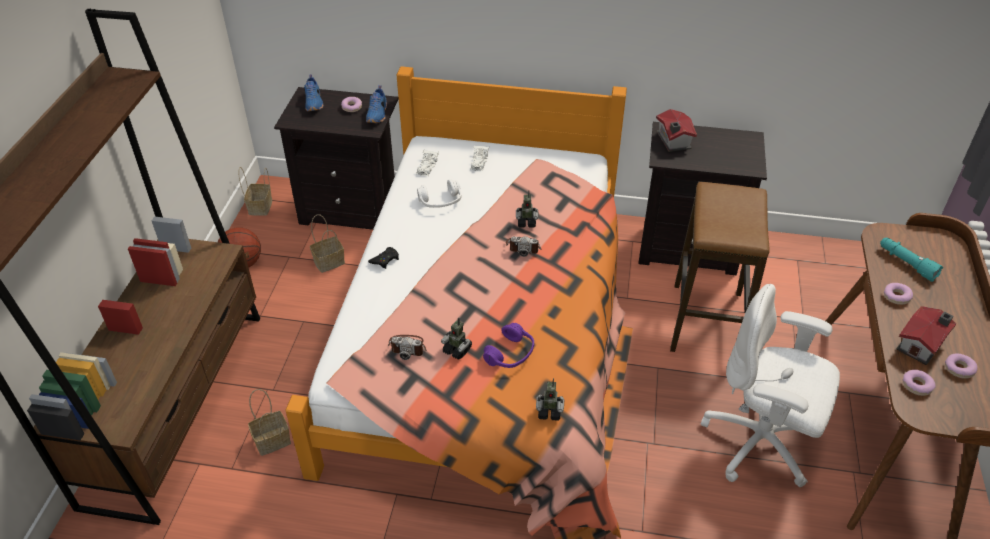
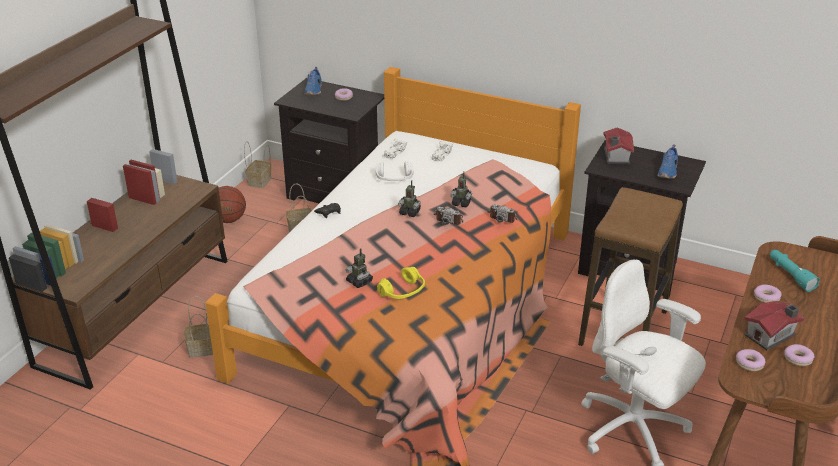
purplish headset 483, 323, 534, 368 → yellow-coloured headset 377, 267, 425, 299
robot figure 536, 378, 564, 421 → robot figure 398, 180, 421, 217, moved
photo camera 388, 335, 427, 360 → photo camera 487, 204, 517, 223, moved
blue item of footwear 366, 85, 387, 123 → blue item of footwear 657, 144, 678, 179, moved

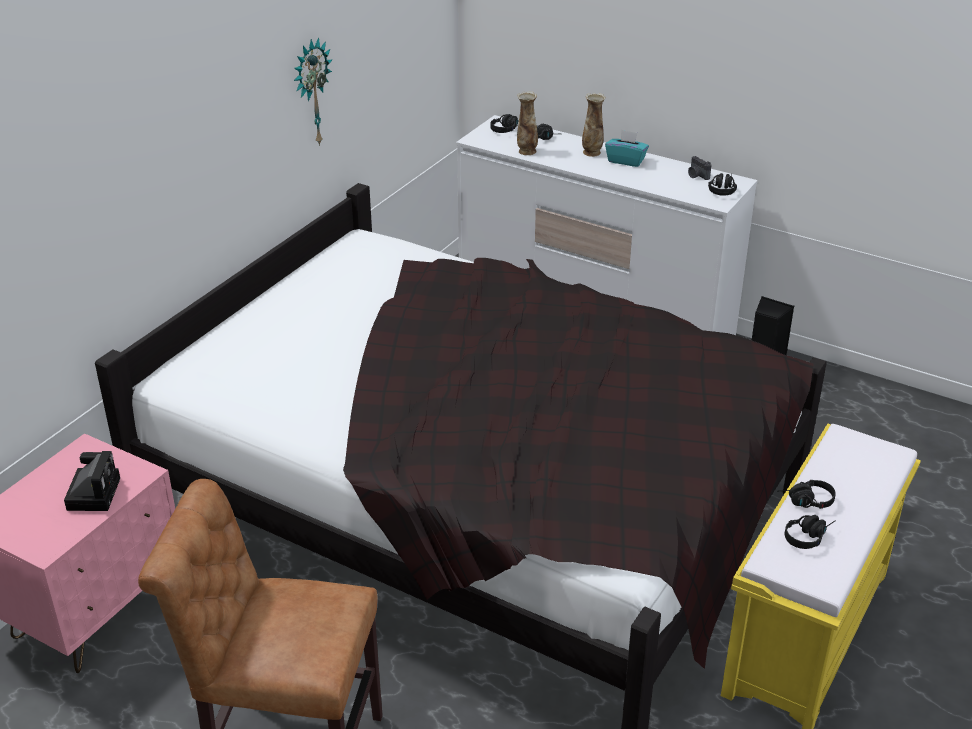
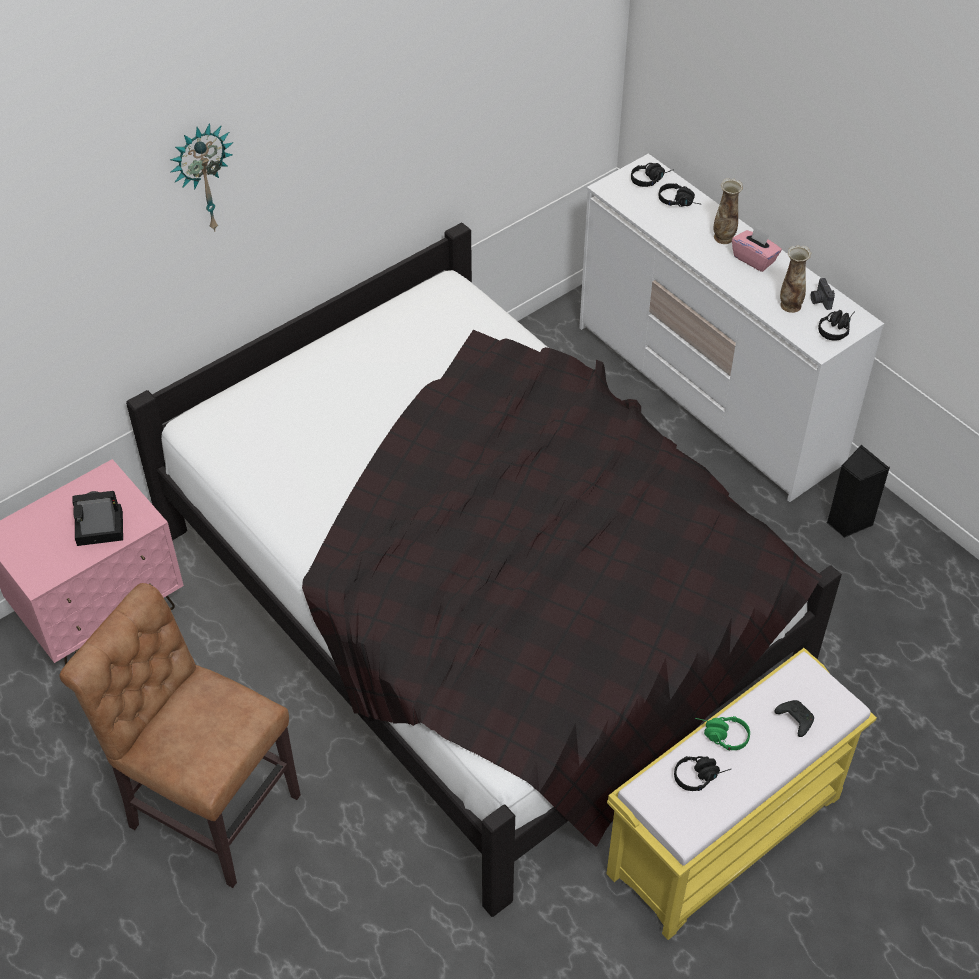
photo camera 64, 451, 120, 511 → photo camera 72, 491, 123, 546, 120 degrees counterclockwise
hanging clock 294, 38, 332, 146 → hanging clock 170, 123, 233, 232, moved
black-coloured headset 780, 480, 836, 509 → green headset 695, 716, 750, 750
turquoise tissue holder 605, 130, 649, 167 → pink-coloured tissue holder 732, 227, 782, 272
- → black-coloured gamepad 775, 700, 814, 737
decorative vase 517, 91, 538, 155 → decorative vase 780, 245, 811, 313, moved

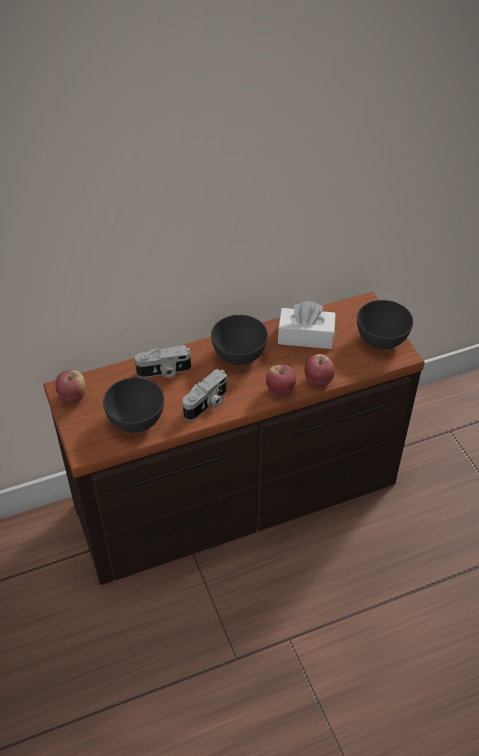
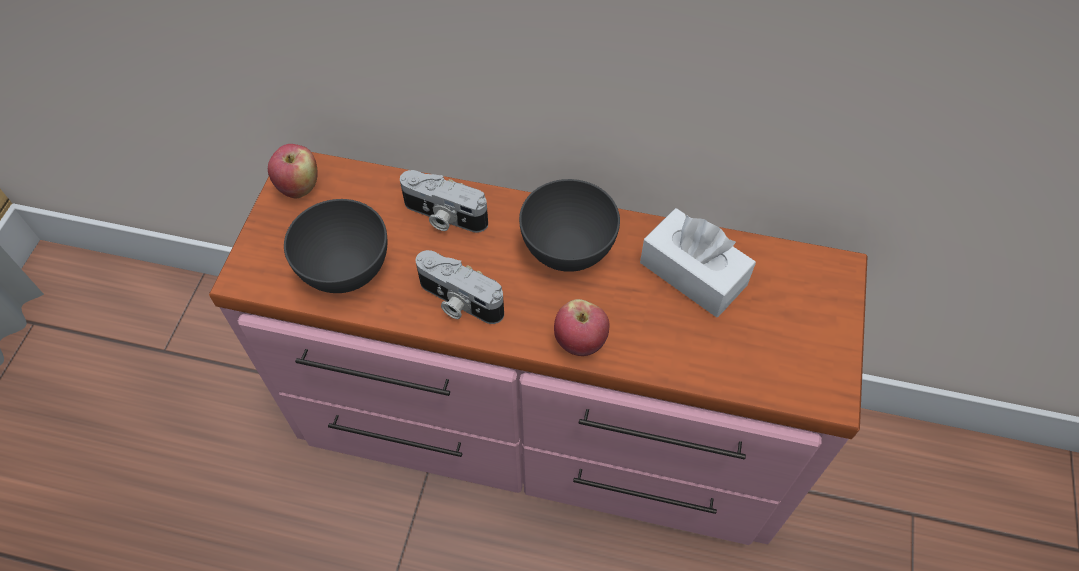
brown chest of drawers 43, 291, 425, 585 → pink-coloured chest of drawers 209, 152, 868, 545
photo camera 183, 369, 227, 421 → photo camera 416, 250, 504, 324, 45 degrees clockwise
apple fruit 304, 354, 335, 387 → -
grey deep dish 357, 300, 413, 349 → -

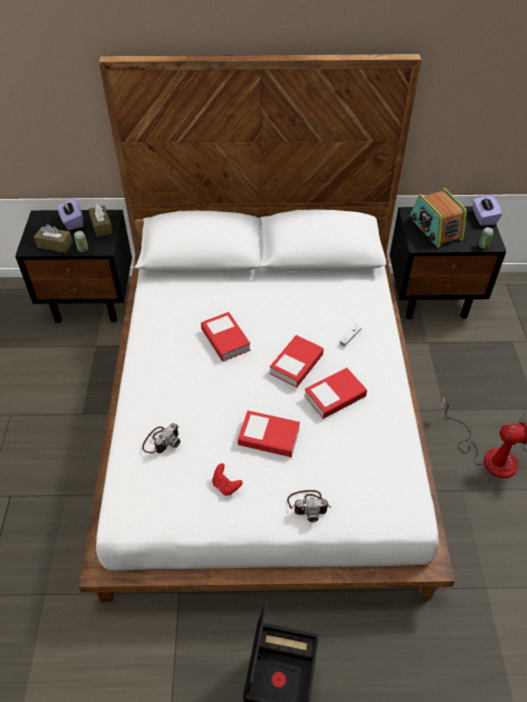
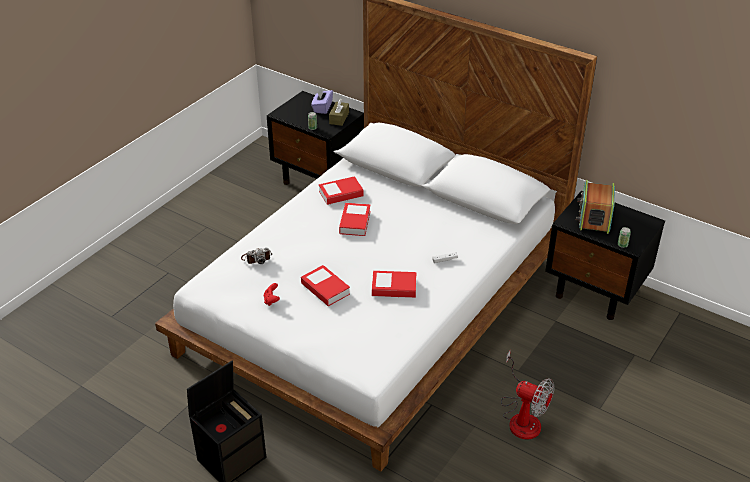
bound book 269, 335, 324, 387 → bound book 319, 176, 364, 205, moved
brown tissue holder 34, 224, 73, 253 → -
photo camera 287, 490, 330, 522 → -
purplish tissue holder 473, 194, 502, 226 → -

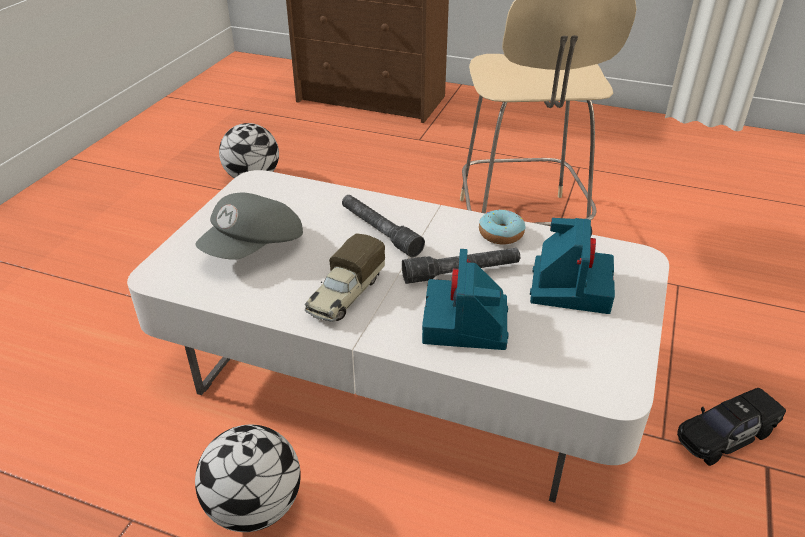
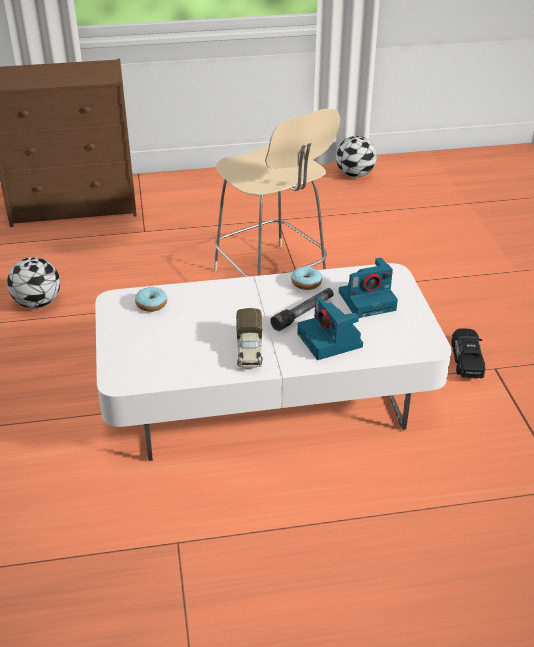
- → donut 135, 287, 167, 312
ball for football 195, 425, 301, 532 → ball for football 336, 136, 377, 177, moved
photo camera 530, 218, 615, 314 → photo camera 339, 258, 398, 318, 90 degrees clockwise
black-coloured miniature car 677, 388, 786, 466 → black-coloured miniature car 451, 328, 485, 378, 150 degrees clockwise
grey baseball cap 196, 193, 303, 260 → -
grey hand torch 342, 195, 425, 257 → -

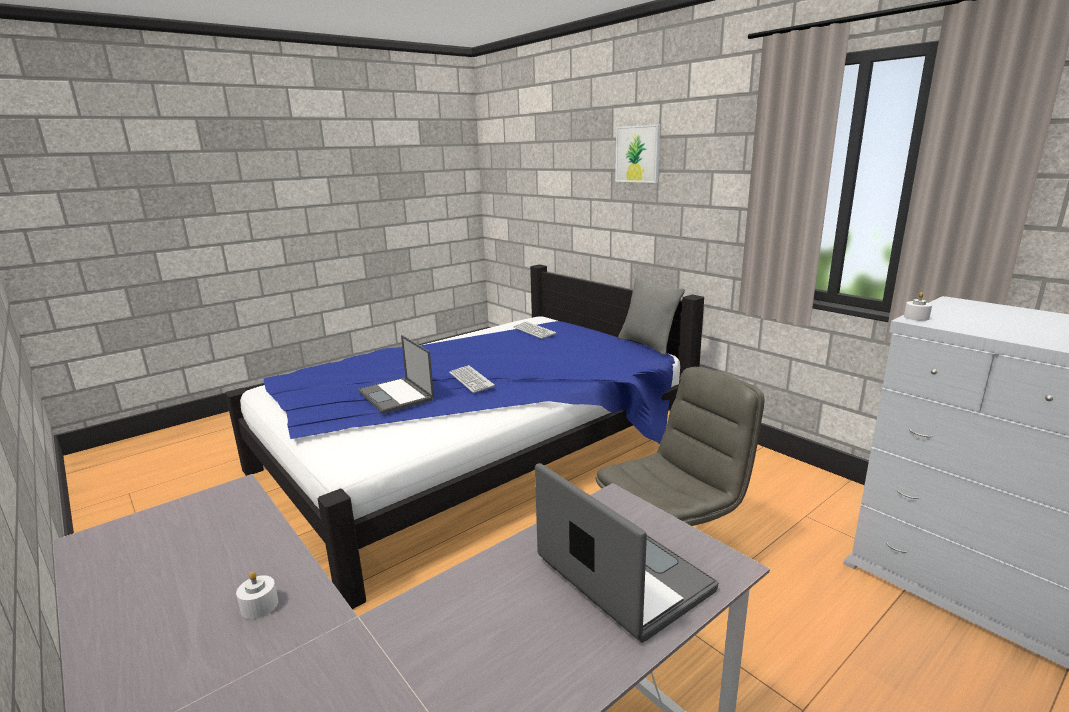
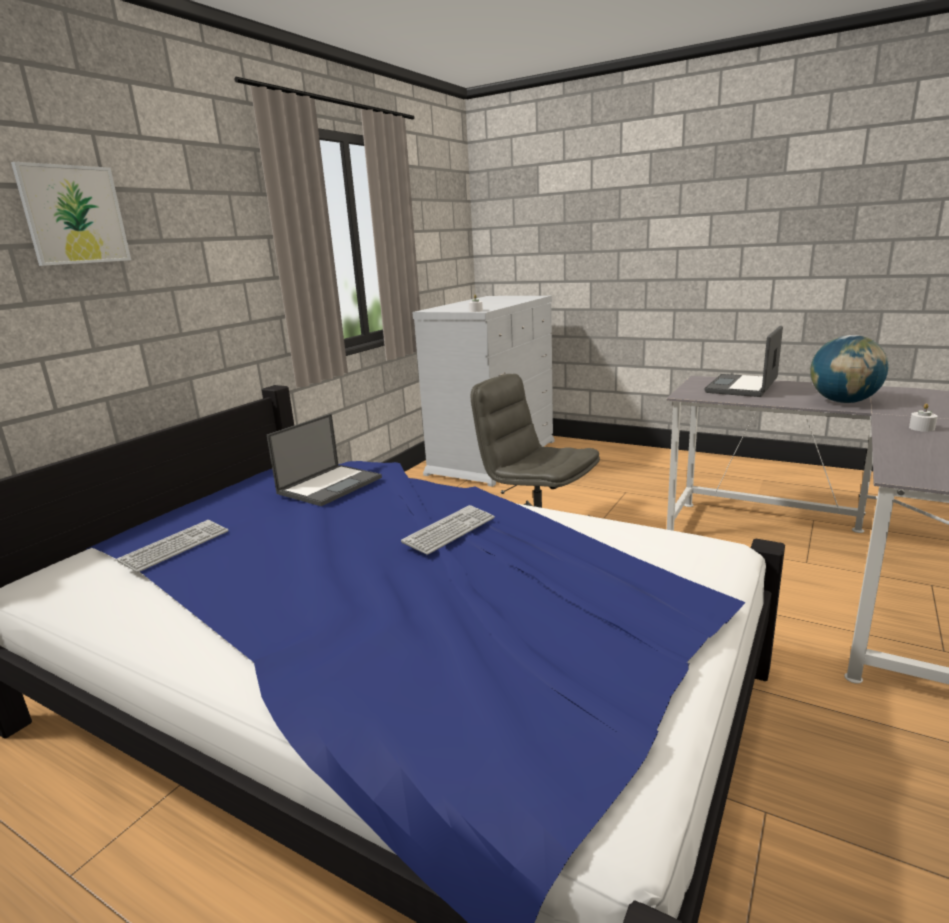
notebook computer 358, 335, 434, 414 → notebook computer 267, 414, 382, 506, moved
- → desk globe 810, 335, 889, 403
grey throw pillow 618, 278, 685, 355 → -

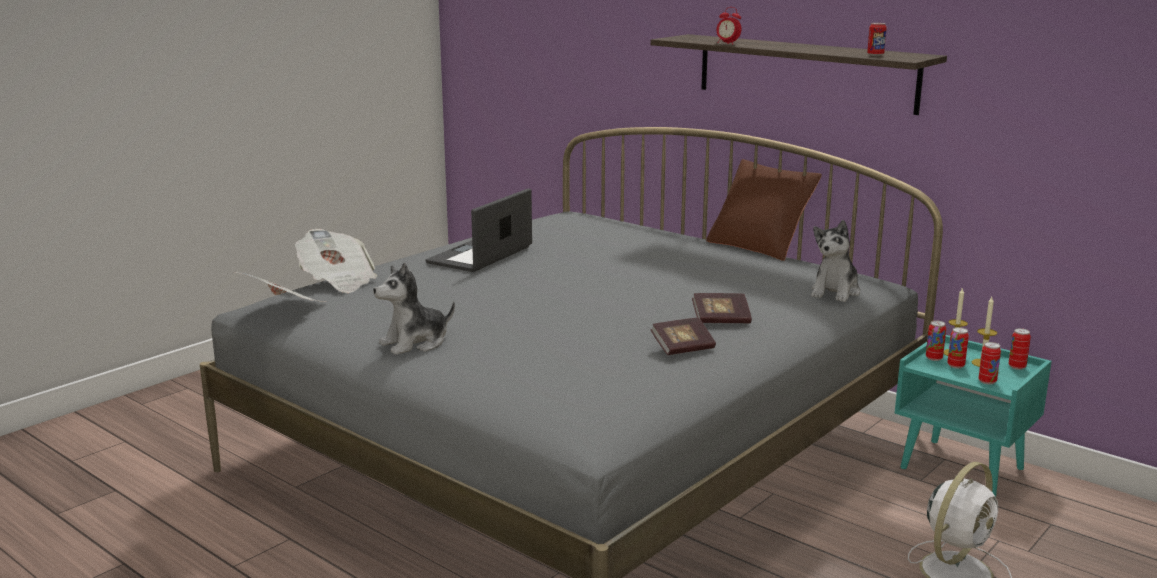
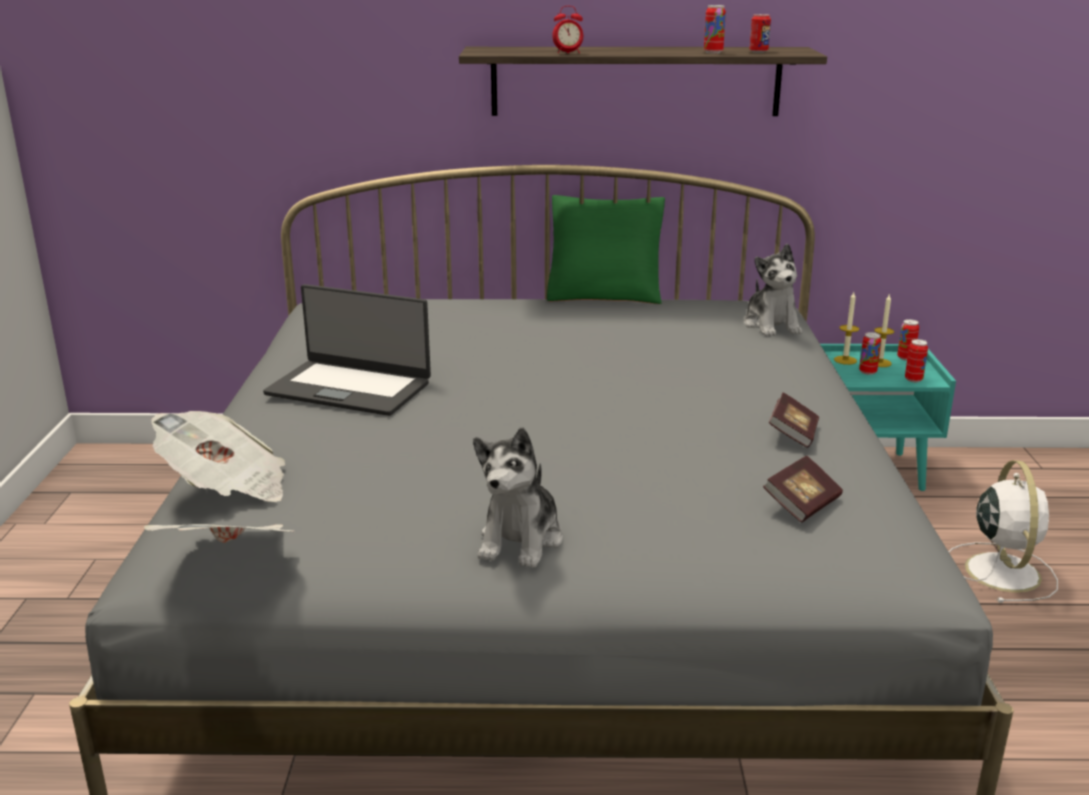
notebook computer 426, 188, 532, 272 → notebook computer 263, 284, 431, 416, 60 degrees counterclockwise
brown throw pillow 706, 159, 822, 261 → green throw pillow 547, 195, 665, 304
metal can 926, 320, 946, 361 → metal can 704, 5, 726, 54, moved
bound book 692, 293, 752, 323 → bound book 763, 455, 843, 522, moved

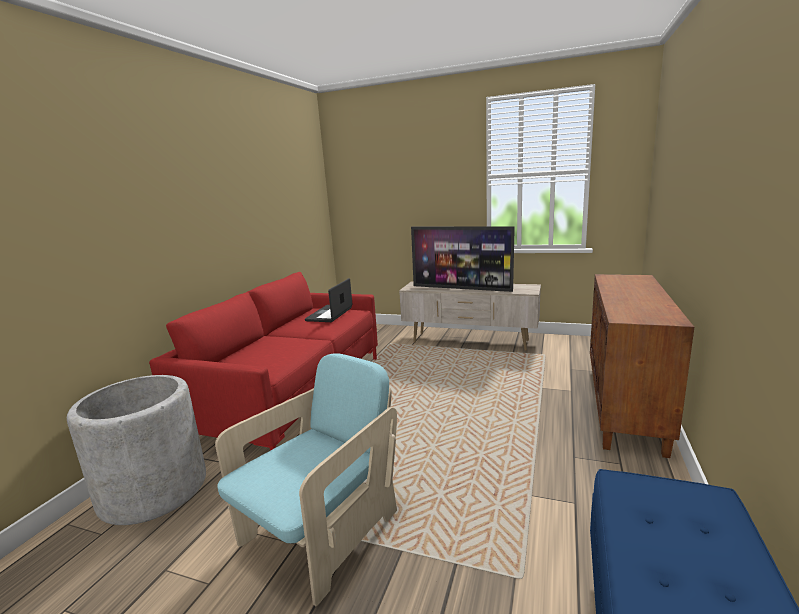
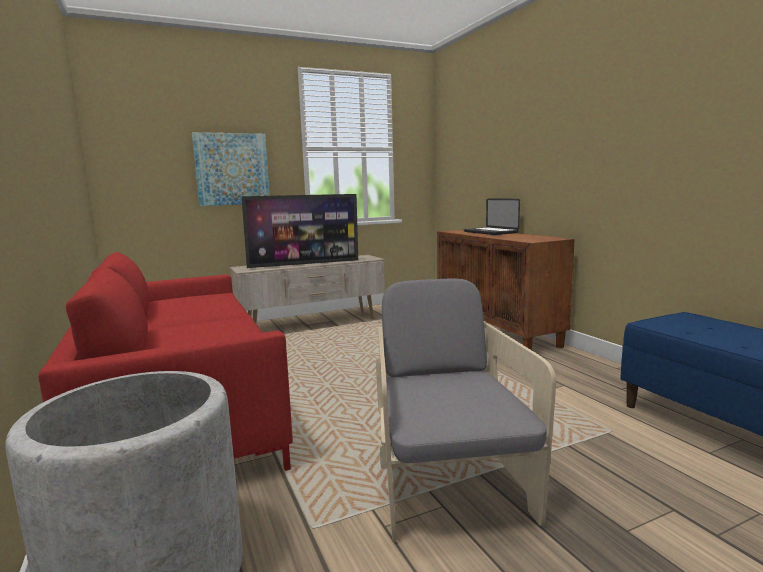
- → wall art 192, 132, 270, 206
turquoise lounge chair 215, 353, 397, 606 → grey lounge chair 376, 279, 556, 542
notebook computer 305, 278, 352, 322 → notebook computer 464, 199, 520, 235, moved

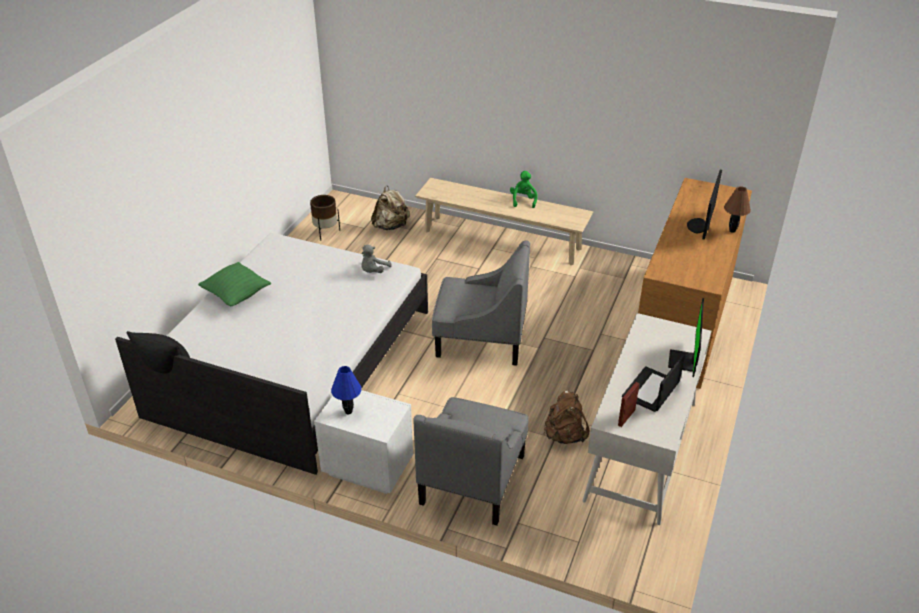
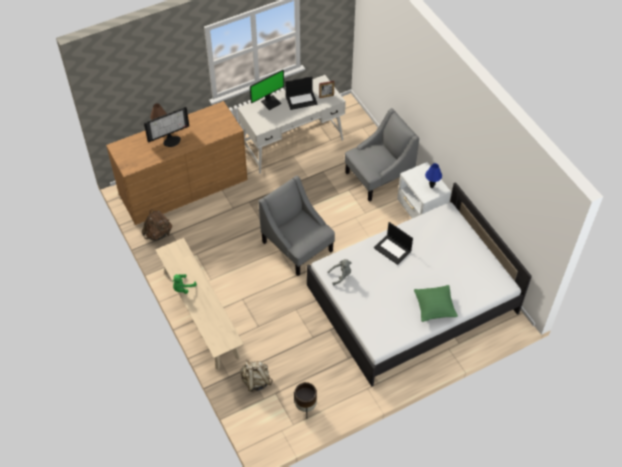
brown backpack 544, 391, 589, 444 → brown backpack 142, 209, 172, 240, moved
- → notebook computer 374, 222, 413, 265
black-coloured throw pillow 127, 331, 190, 374 → -

